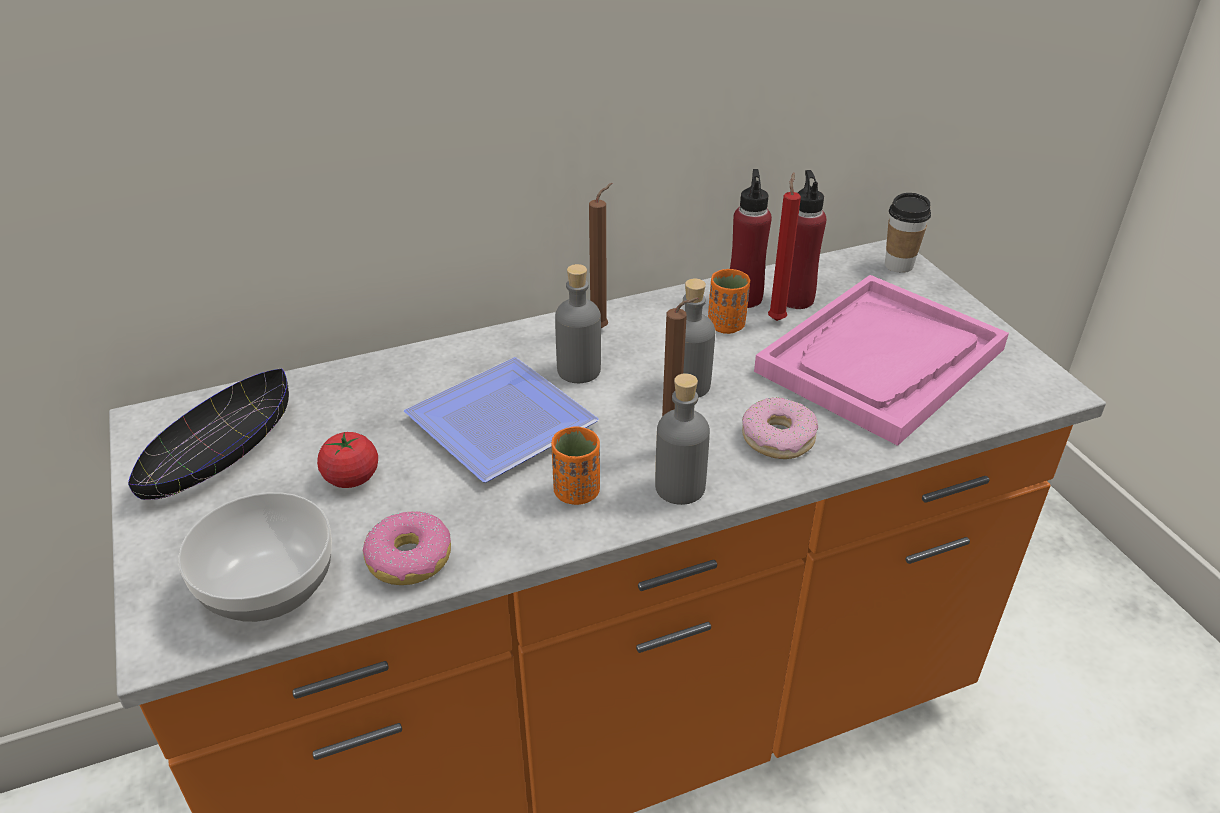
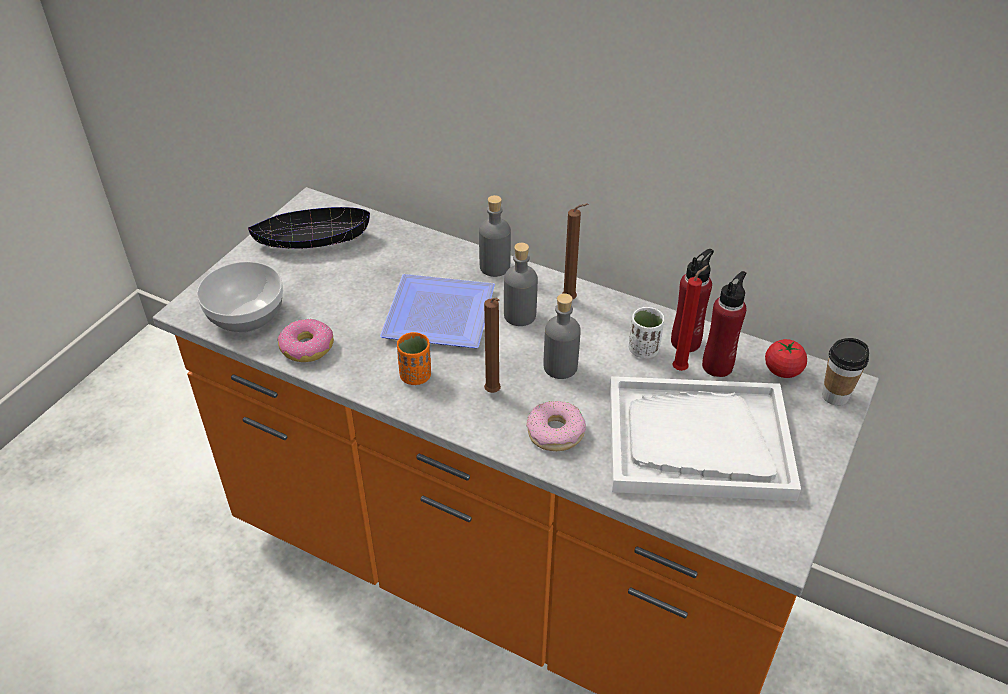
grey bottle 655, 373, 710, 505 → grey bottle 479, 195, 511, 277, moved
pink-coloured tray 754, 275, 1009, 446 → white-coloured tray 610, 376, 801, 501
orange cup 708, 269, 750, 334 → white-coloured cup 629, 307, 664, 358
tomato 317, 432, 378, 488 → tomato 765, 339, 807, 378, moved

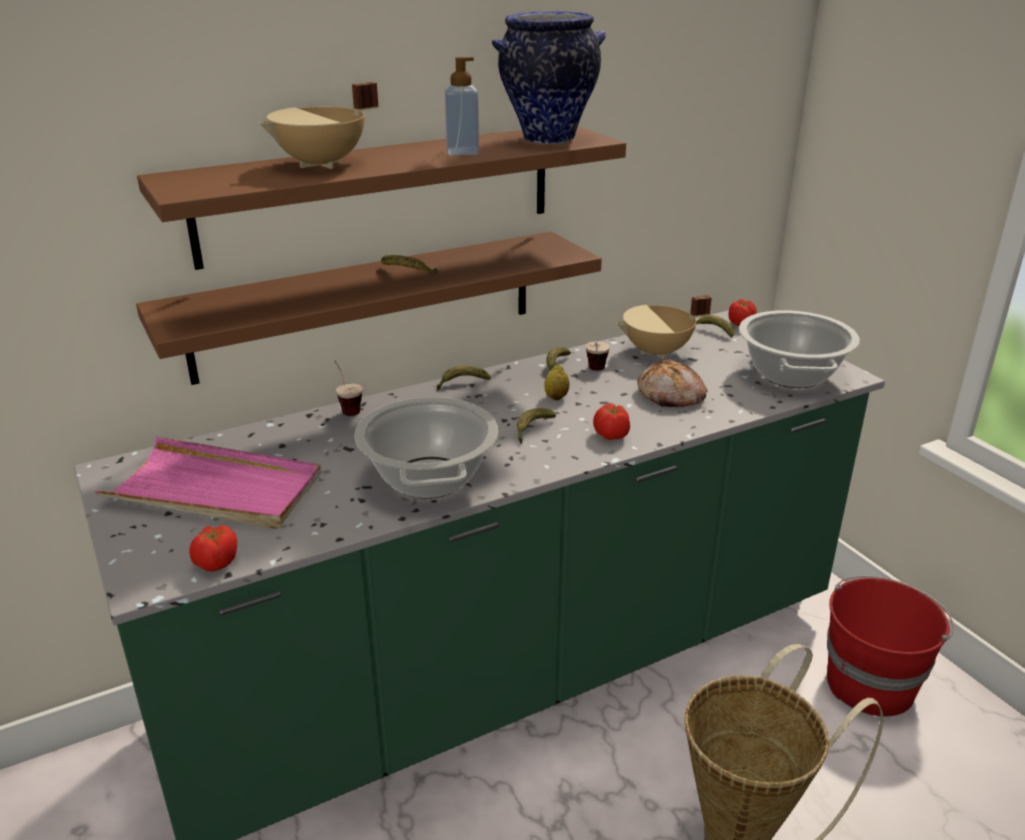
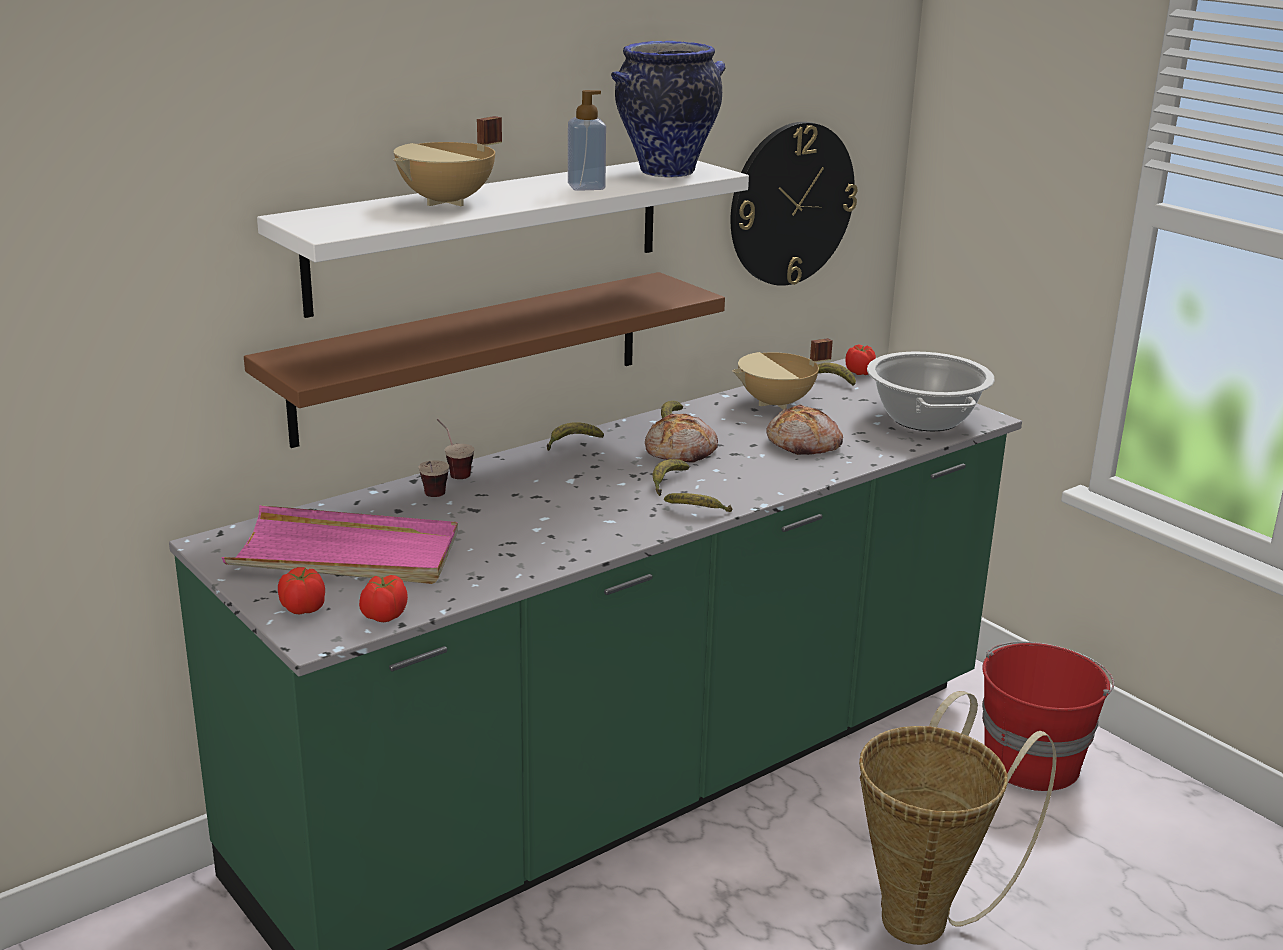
brown shelf 137, 126, 626, 270 → white-coloured shelf 257, 160, 749, 318
tomato 593, 404, 630, 440 → tomato 278, 567, 325, 614, moved
cup 586, 341, 610, 371 → cup 419, 460, 449, 497, moved
whole lemon 544, 365, 569, 400 → baked bread 645, 413, 718, 463
banana 381, 255, 438, 274 → banana 664, 493, 732, 512, moved
- → hanging clock 730, 122, 858, 286
cooking pot 354, 397, 498, 499 → -

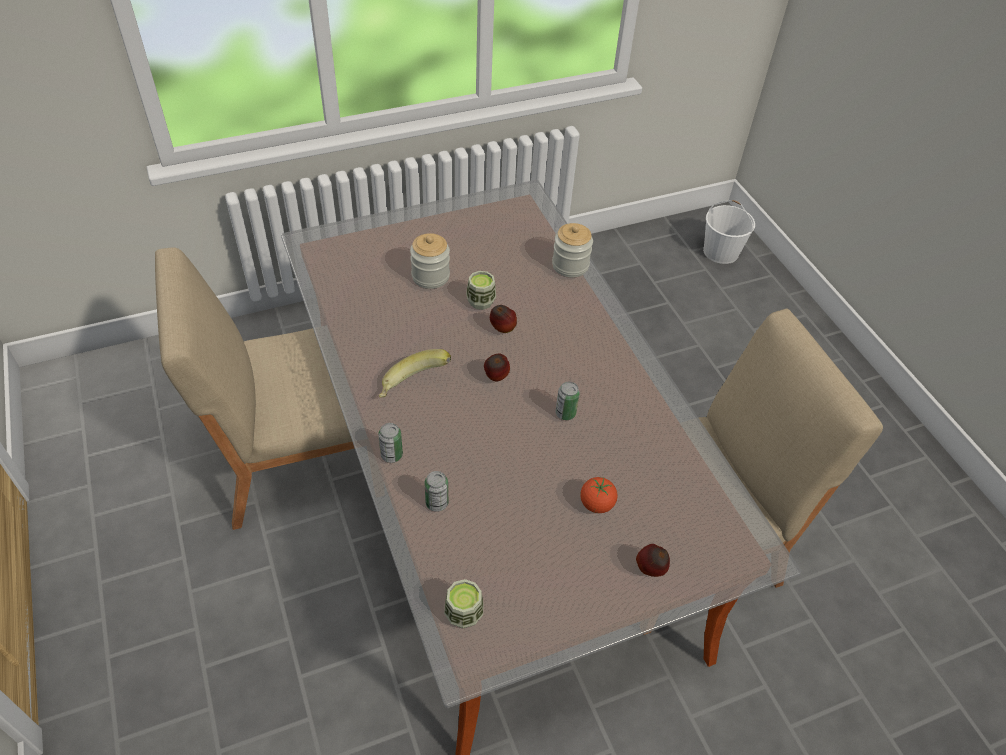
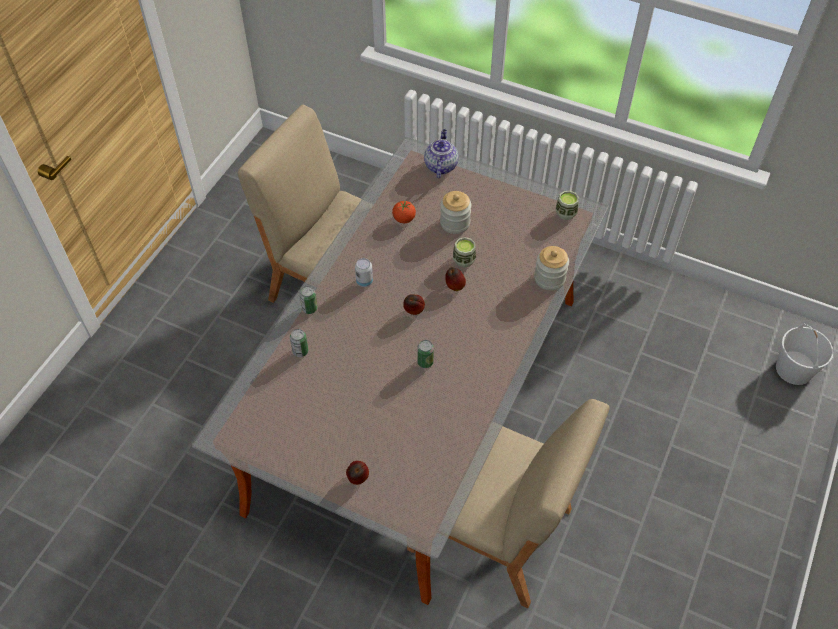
banana 379, 349, 451, 398 → metal can 355, 258, 373, 287
tomato 580, 477, 618, 513 → tomato 392, 201, 416, 223, moved
- → teapot 424, 129, 458, 178
cup 444, 579, 484, 628 → cup 555, 191, 579, 220, moved

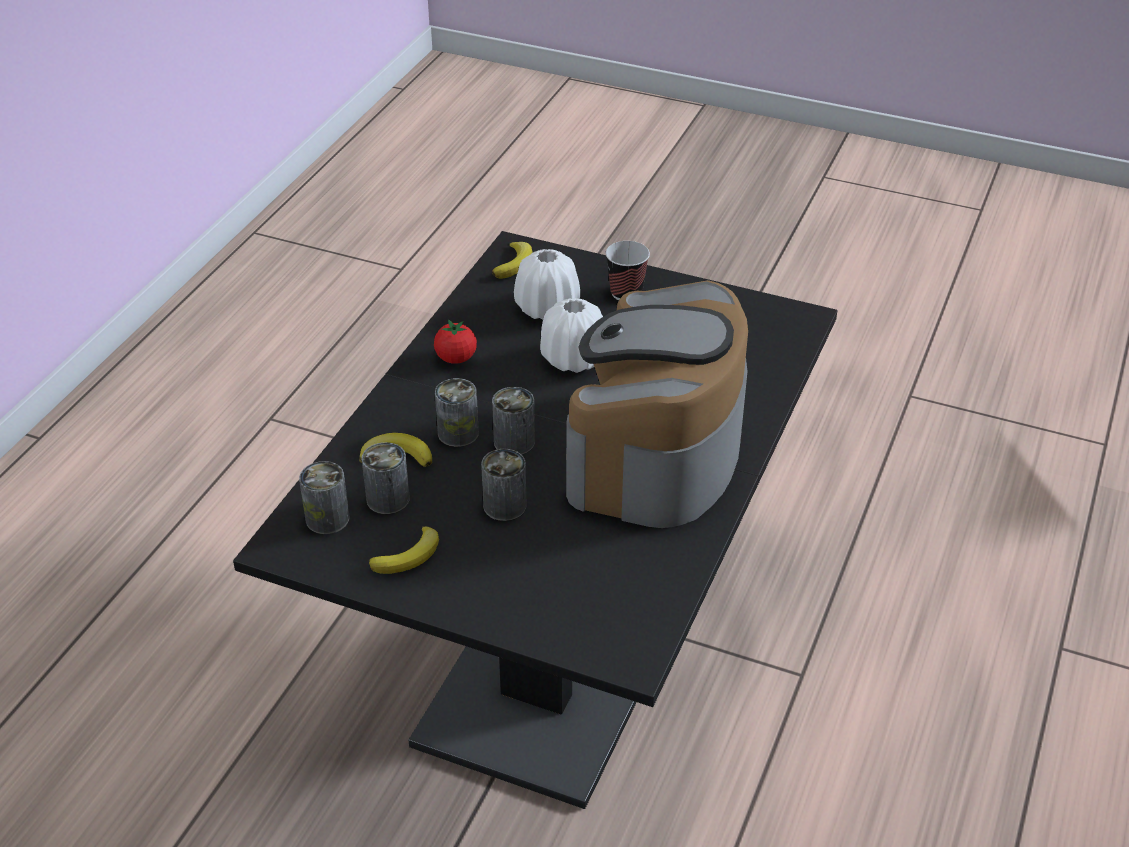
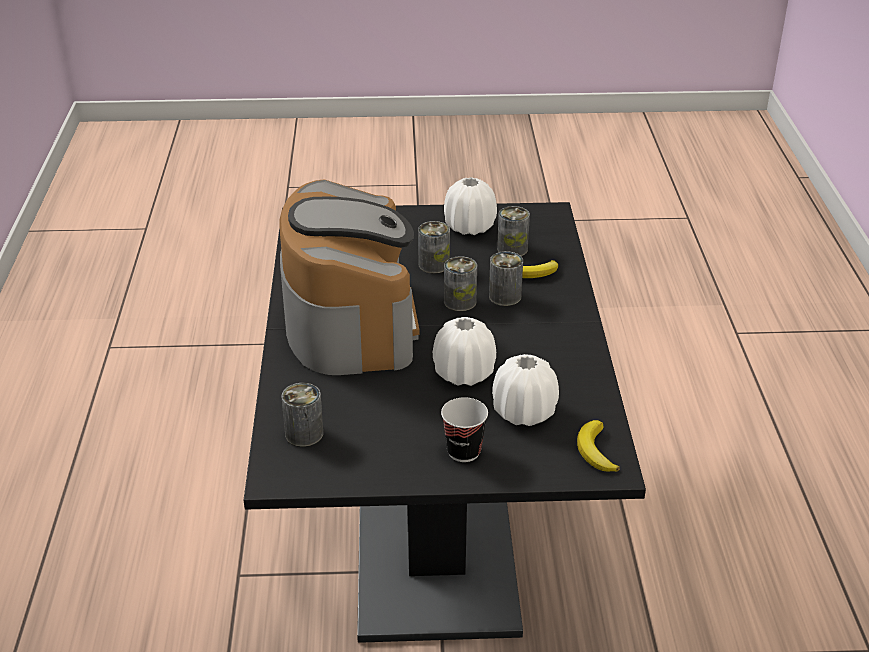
metal can 299, 461, 349, 534 → metal can 281, 383, 323, 447, moved
banana 369, 526, 439, 574 → white-coloured decorative vase 444, 177, 497, 235
tomato 434, 320, 477, 364 → -

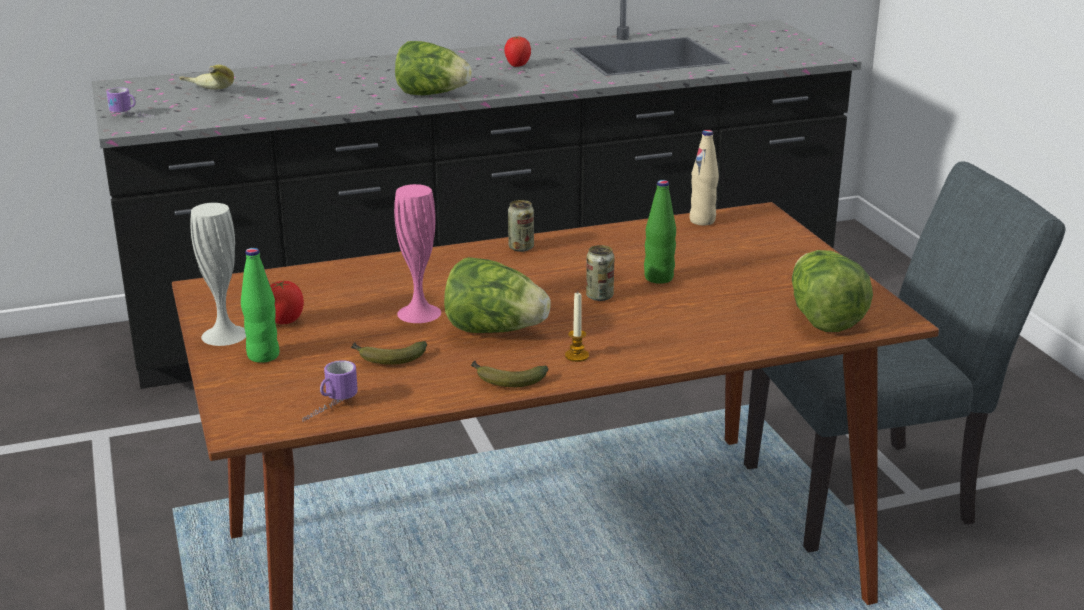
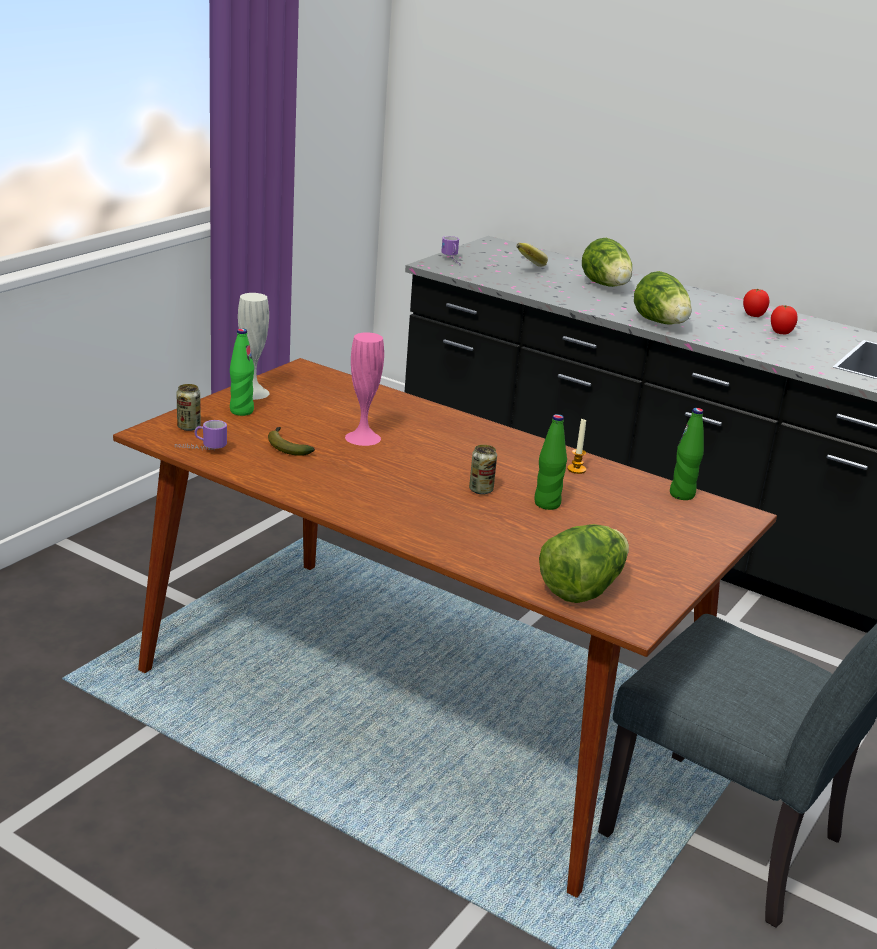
metal can 508, 200, 534, 252 → metal can 177, 384, 201, 431, moved
candle 565, 293, 589, 362 → candle 567, 419, 586, 474, moved
lettuce head 444, 257, 551, 333 → lettuce head 582, 238, 632, 287, moved
sand-coloured bottle 689, 130, 719, 225 → green bottle 670, 408, 704, 500
tomato 270, 280, 304, 324 → tomato 743, 288, 769, 317, moved
banana 471, 361, 548, 387 → -

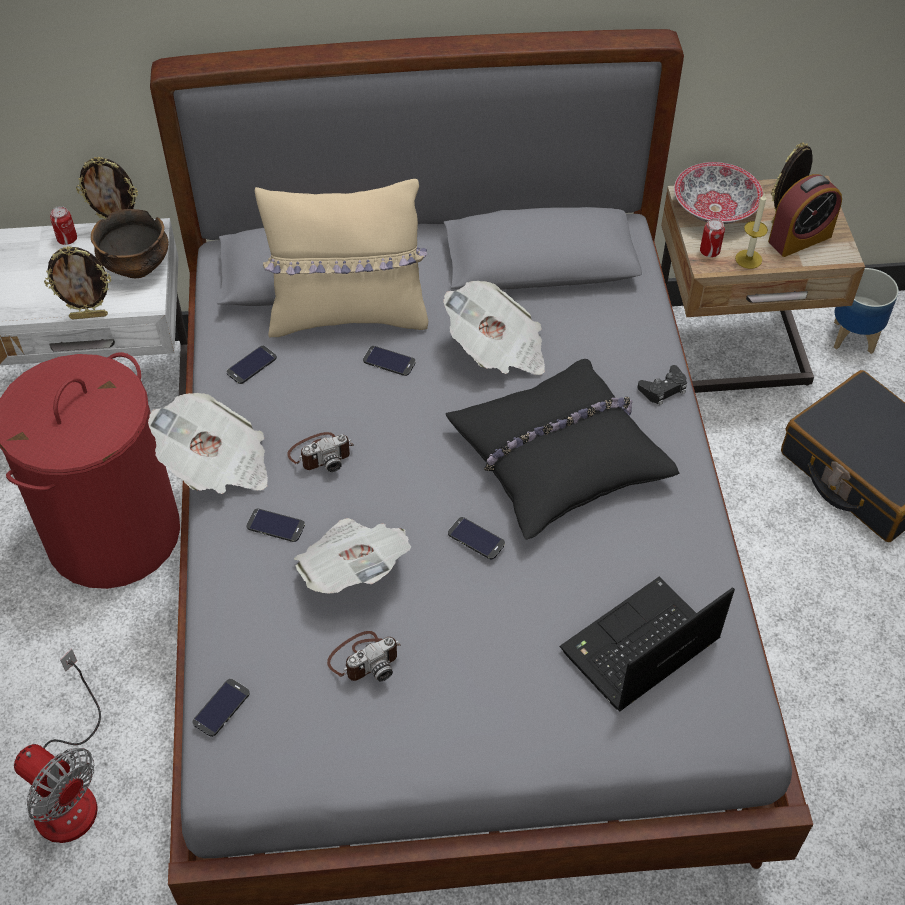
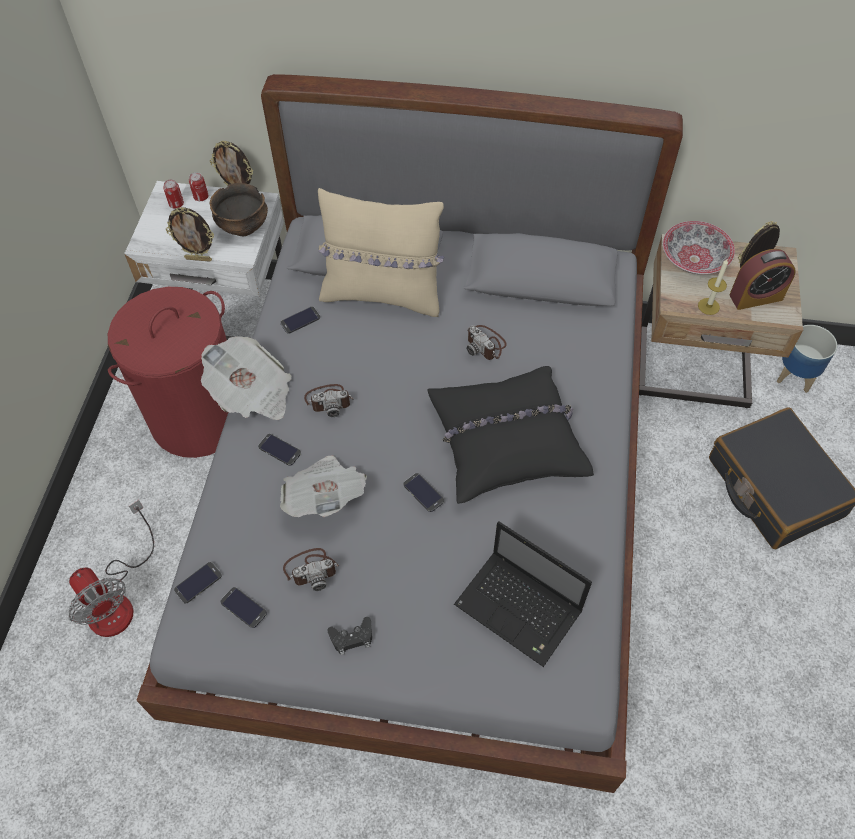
metal can 700, 218, 725, 257 → metal can 163, 179, 184, 209, moved
handset 363, 346, 416, 376 → handset 220, 587, 267, 628, moved
black-coloured gamepad 637, 365, 687, 405 → black-coloured gamepad 327, 617, 372, 655, moved
notebook computer 560, 577, 735, 711 → notebook computer 454, 521, 592, 667, 120 degrees counterclockwise
printed paper 444, 281, 545, 375 → photo camera 466, 325, 507, 360

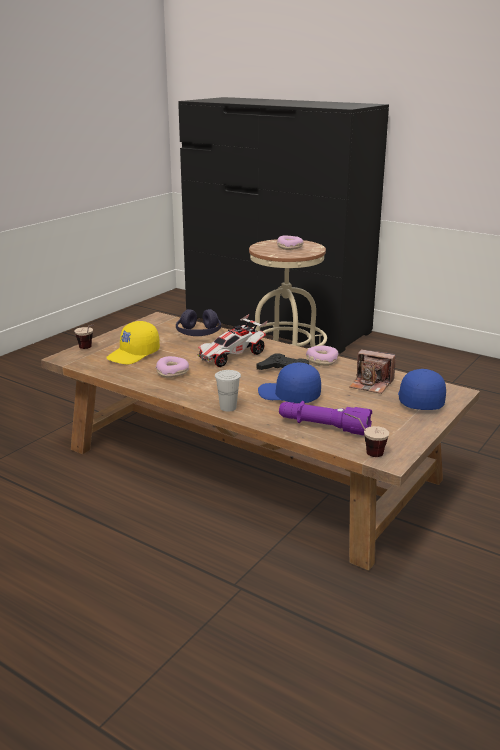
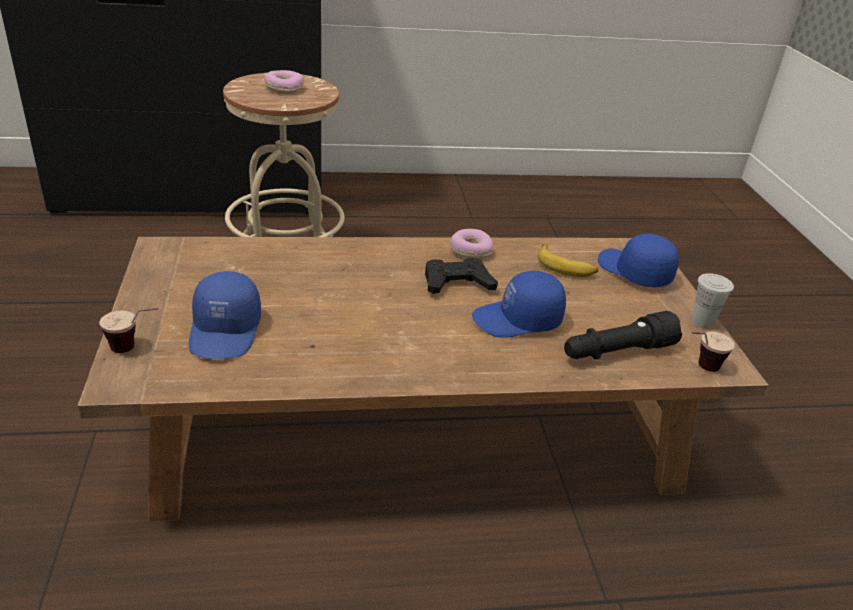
yellow-coloured baseball cap 106, 321, 160, 364 → blue baseball cap 189, 271, 261, 359
photo camera 349, 349, 396, 394 → banana 538, 244, 598, 277
purplish hand torch 279, 401, 372, 435 → black-coloured hand torch 564, 311, 682, 359
white-coloured cup 215, 370, 241, 412 → white-coloured cup 691, 273, 734, 329, moved
donut 156, 356, 189, 378 → -
purplish headset 176, 309, 221, 336 → -
miniature car 197, 314, 267, 367 → -

